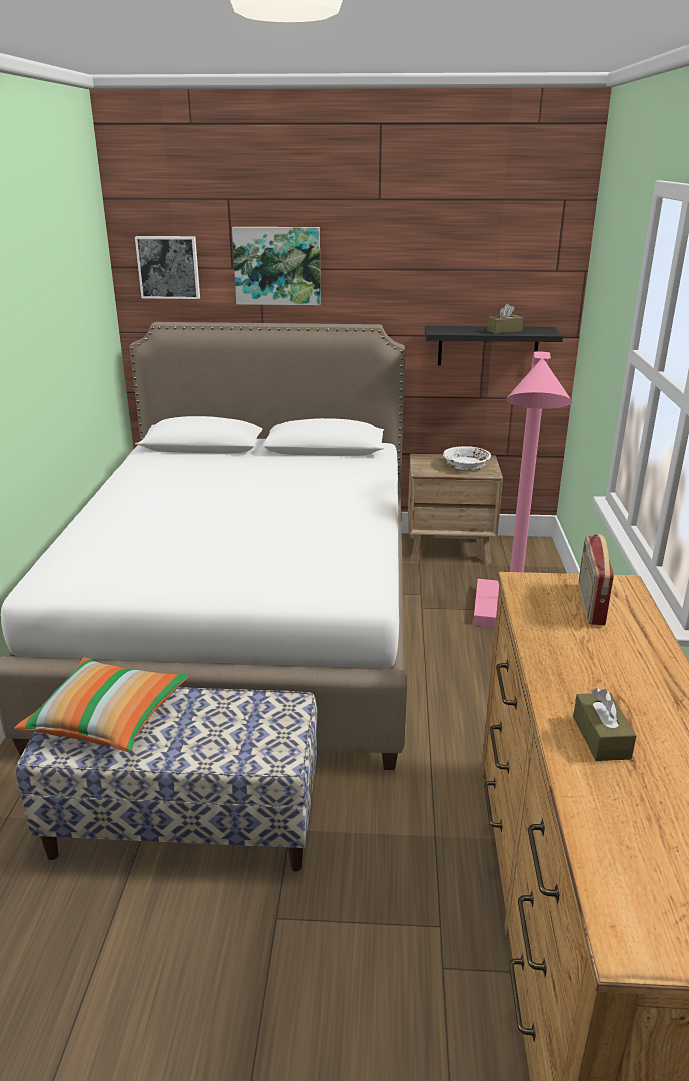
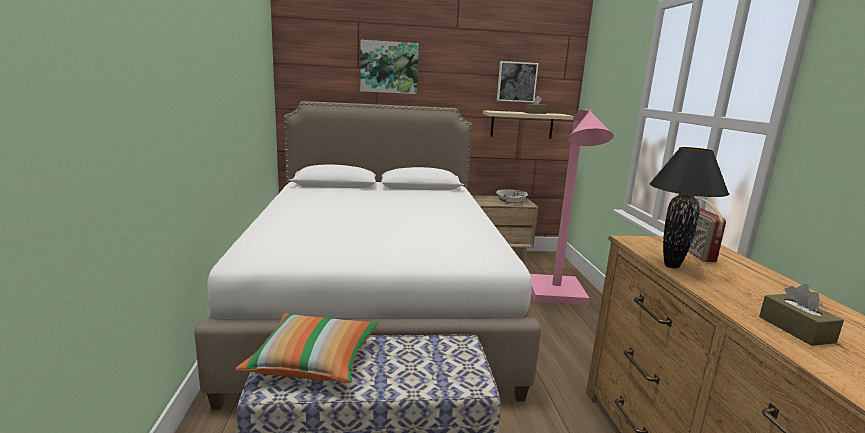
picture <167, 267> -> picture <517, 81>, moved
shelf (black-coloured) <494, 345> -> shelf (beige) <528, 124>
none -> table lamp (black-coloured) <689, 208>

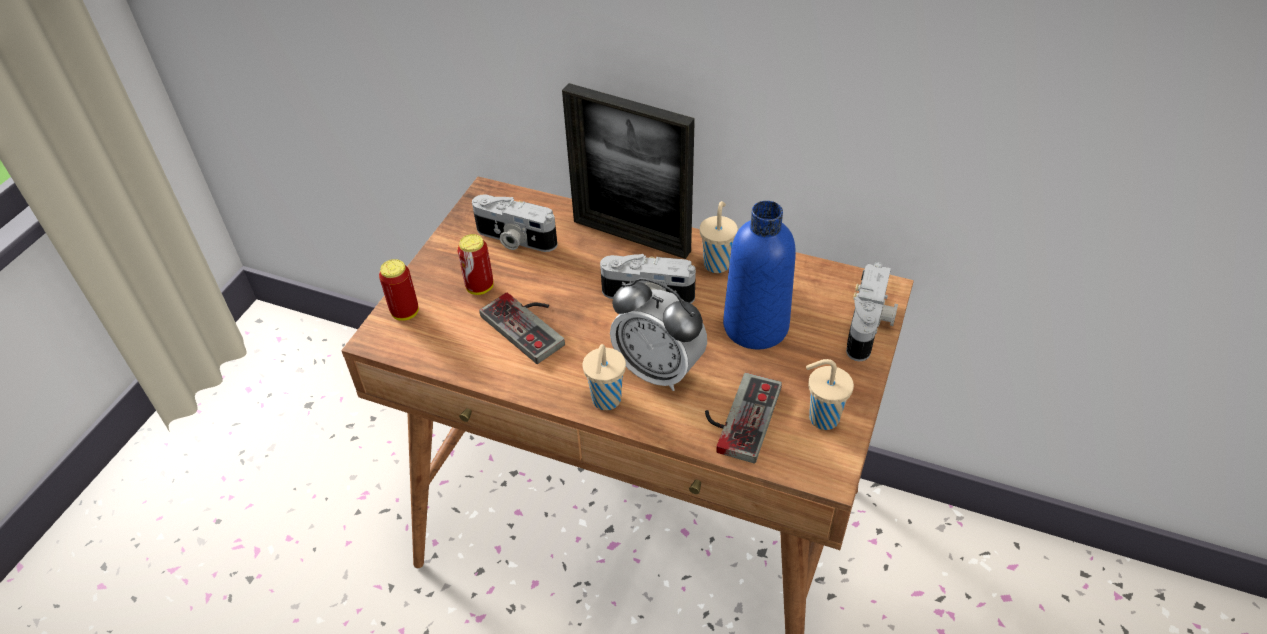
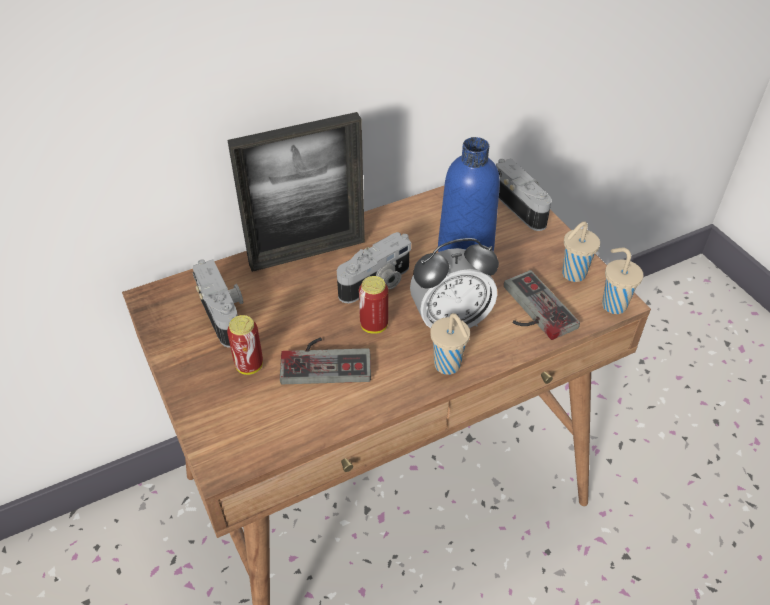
photo camera <514, 223> -> photo camera <217, 303>, 90 degrees counterclockwise
cup (beige) <719, 237> -> cup (beige) <622, 280>, moved
metal can <399, 290> -> metal can <373, 305>, moved

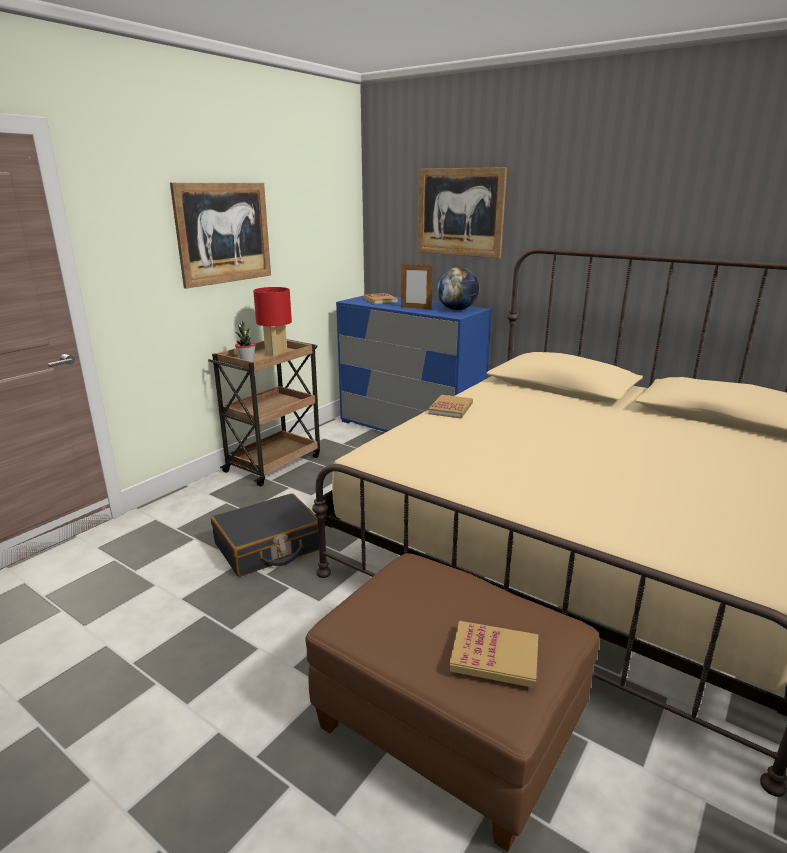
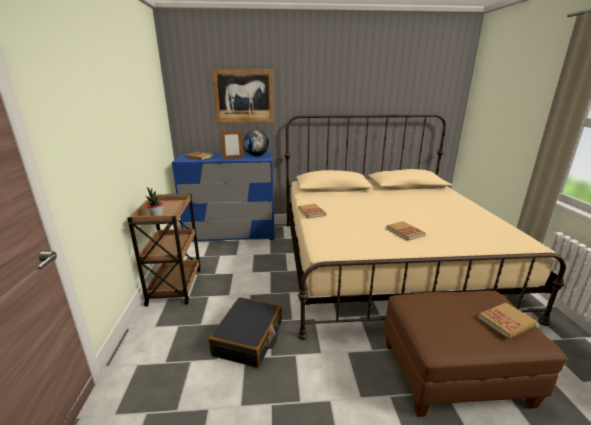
picture <220, 236> -> none
table lamp (red) <272, 321> -> none
none -> volume <405, 231>

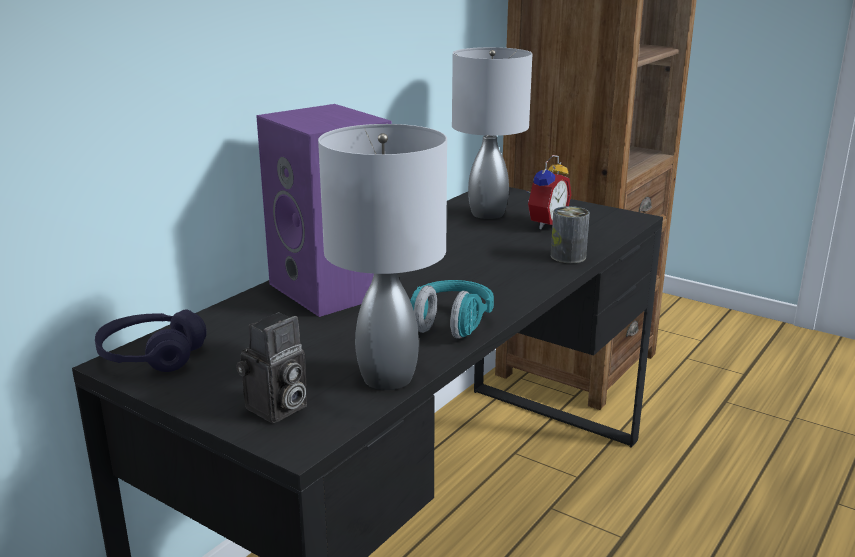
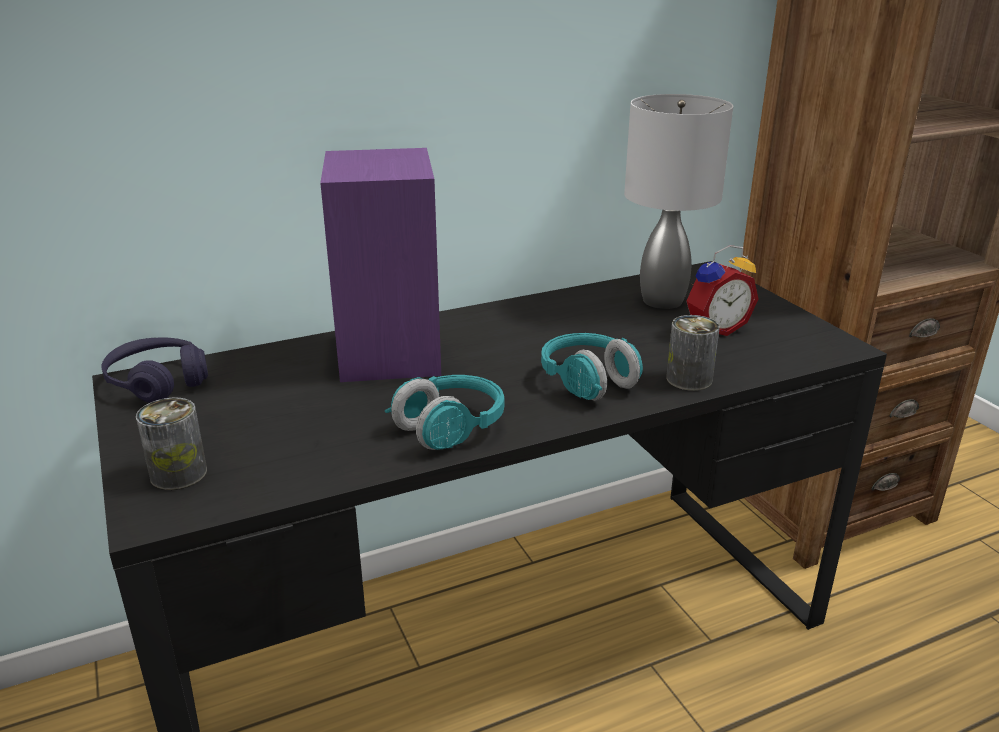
table lamp (greyish) <382, 257> -> none
photo camera <271, 367> -> metal can <171, 443>
none -> pair of headphones (turquoise) <592, 367>

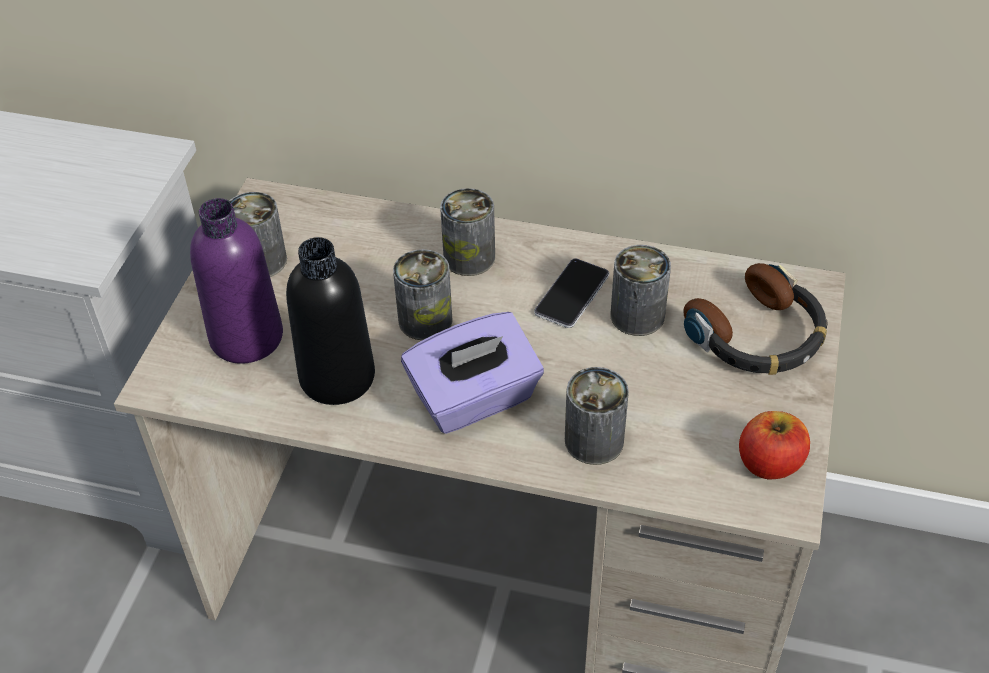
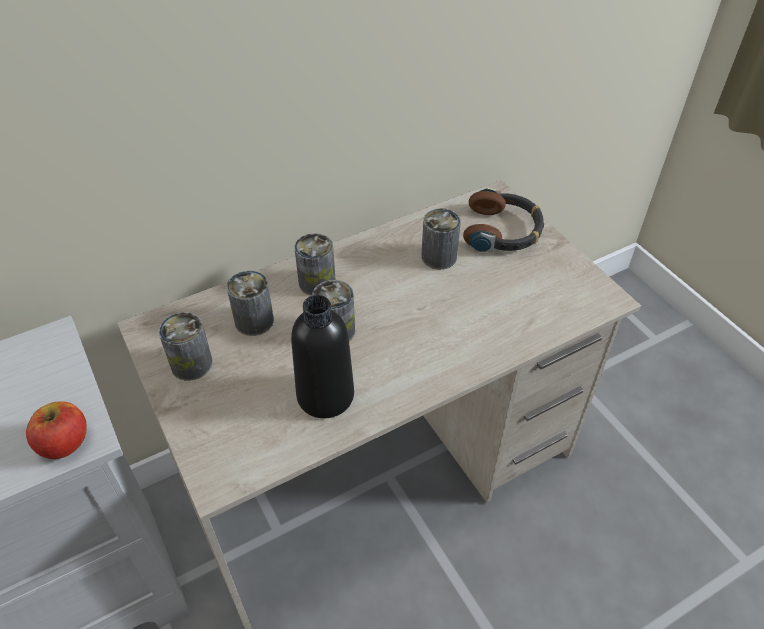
bottle (purple) <236, 281> -> none
handset <571, 293> -> none
tissue box (purple) <472, 373> -> none
metal can <597, 416> -> metal can <250, 303>, moved
whole apple <774, 445> -> whole apple <56, 430>, moved

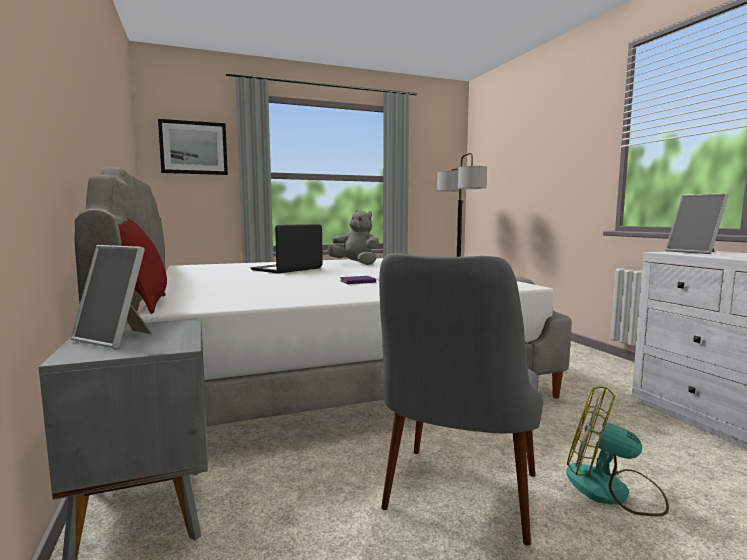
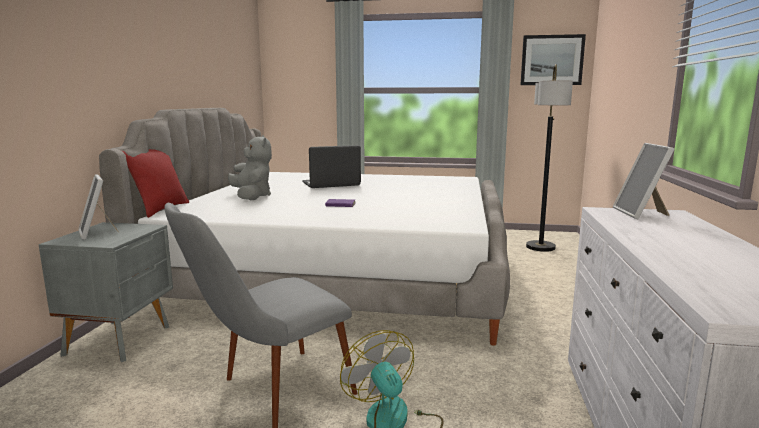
picture <193, 147> -> picture <553, 59>, moved
cuddly toy (greyish) <353, 237> -> cuddly toy (greyish) <250, 167>, moved

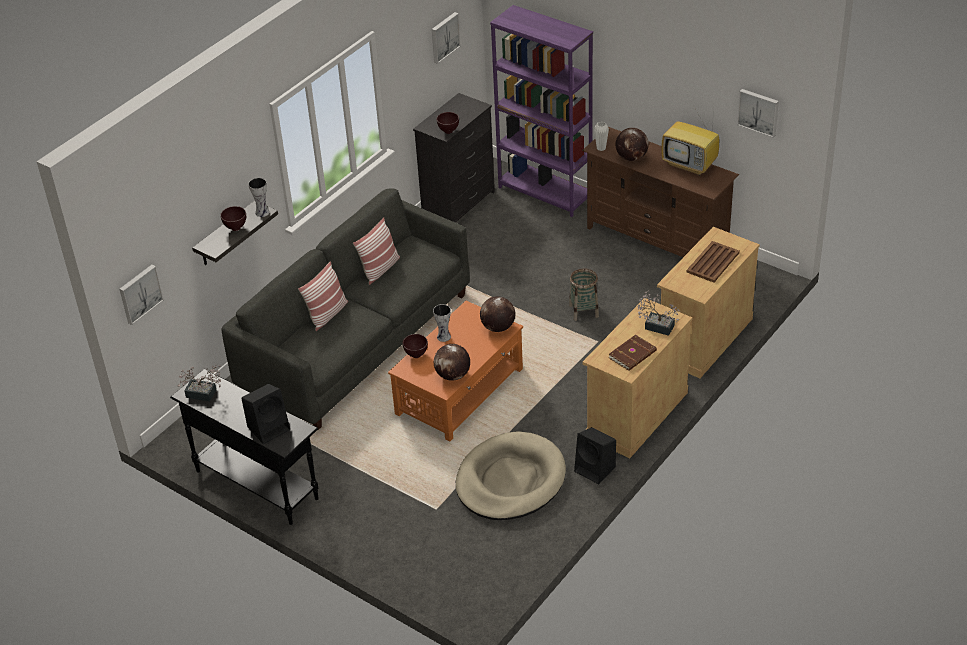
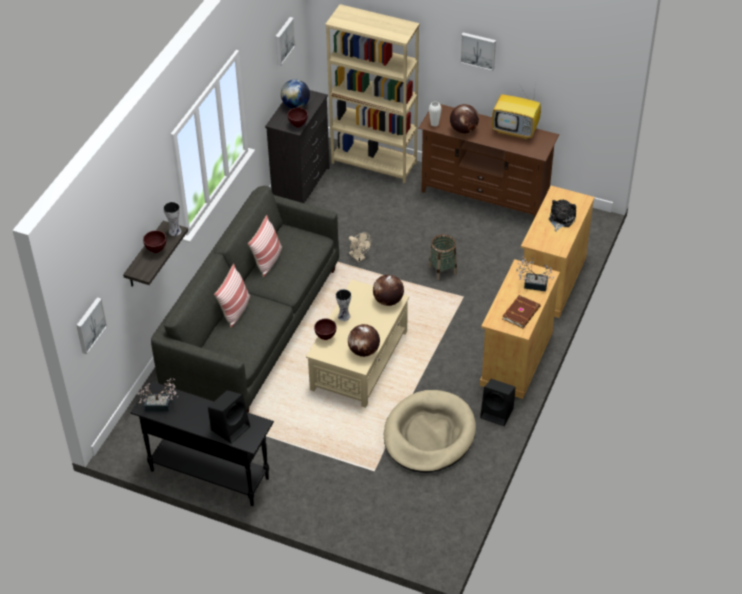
bookcase (purple) <541, 111> -> bookcase (beige) <372, 93>
picture <758, 113> -> picture <478, 51>, moved
carrying tray (brown) <713, 261> -> cuddly toy <562, 216>
lounge table (orangey) <455, 371> -> lounge table (beige) <357, 344>
none -> desk globe <295, 94>
none -> cooling fan (beige) <360, 247>

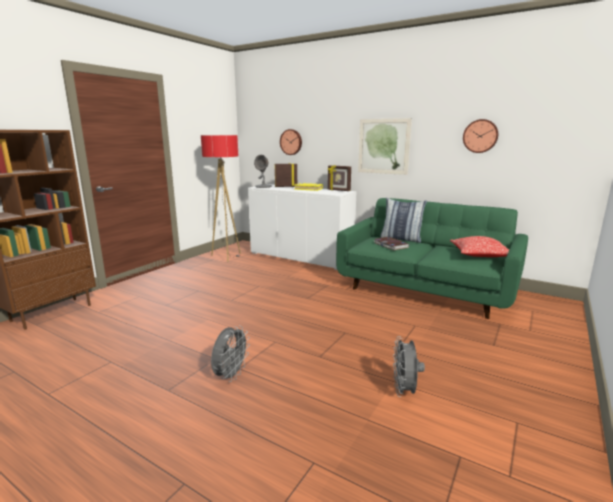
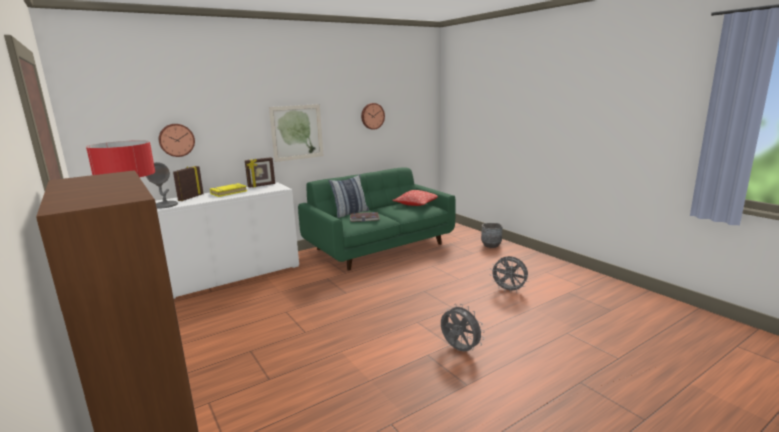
none -> flower pot (greyish) <491, 235>

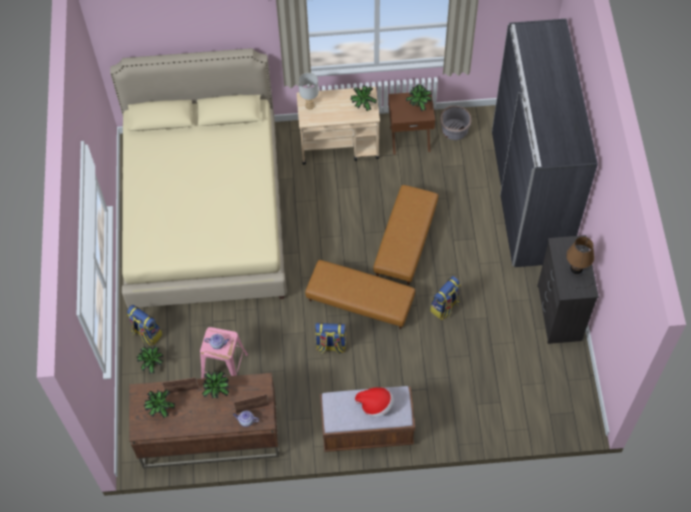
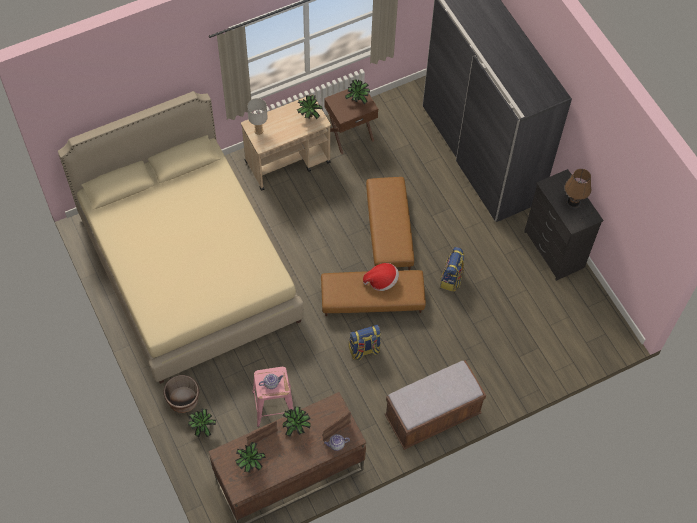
flower pot (greyish) <455, 123> -> none
rucksack <145, 325> -> flower pot (brown) <181, 394>
hat <374, 402> -> hat <381, 277>, moved

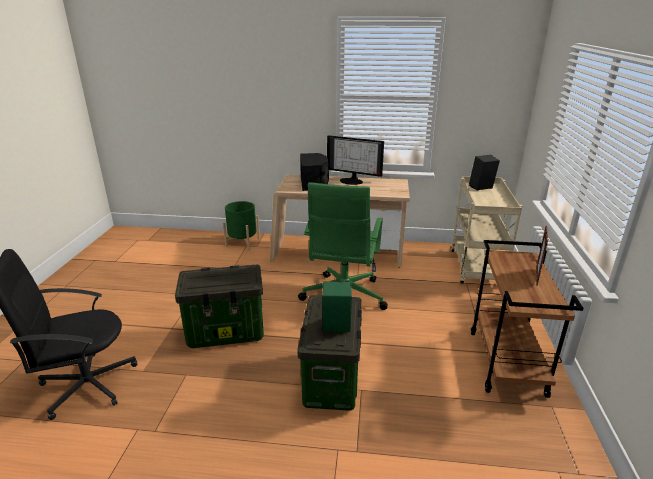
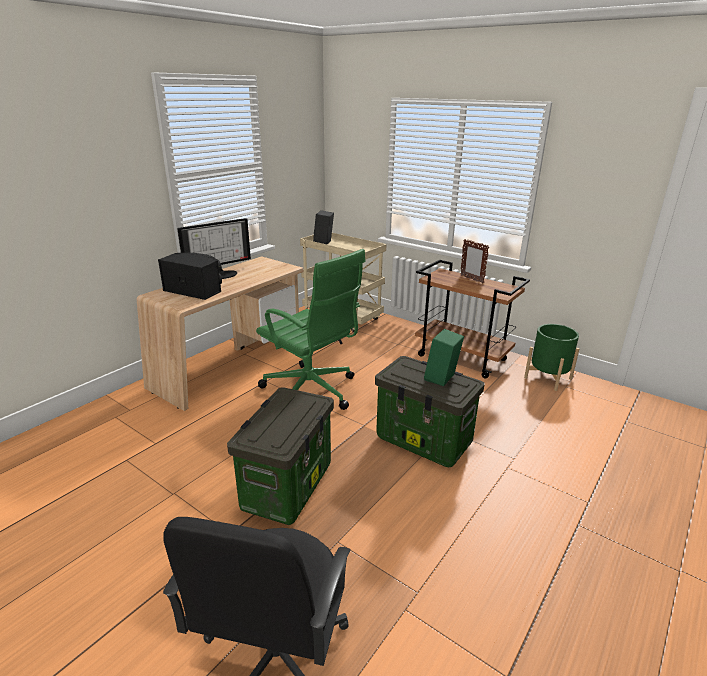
flower pot (green) <241, 225> -> flower pot (green) <551, 357>, moved

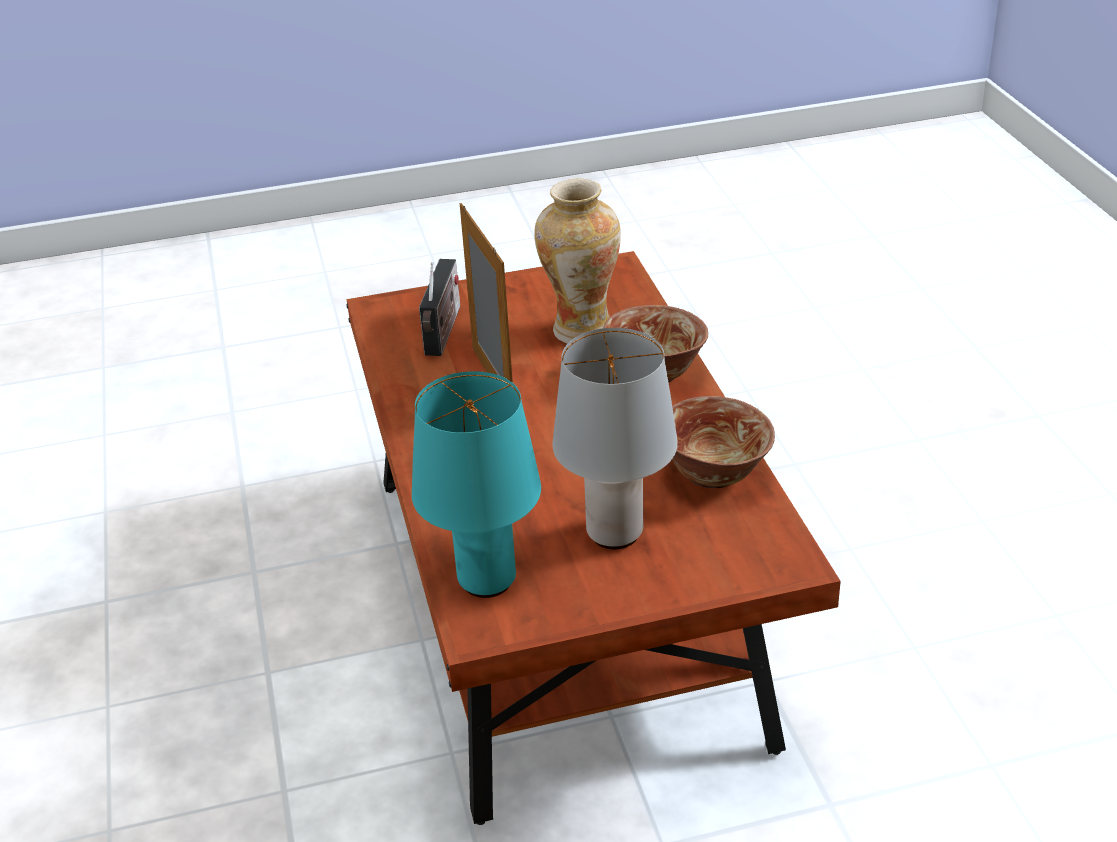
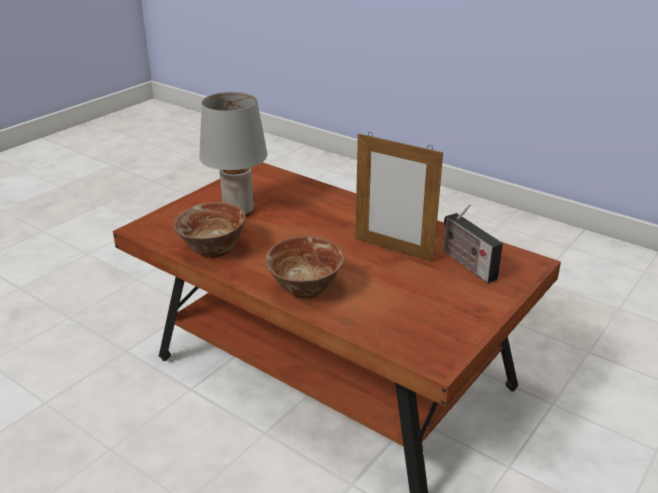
flower vase <577, 261> -> none
table lamp (turquoise) <476, 484> -> none

